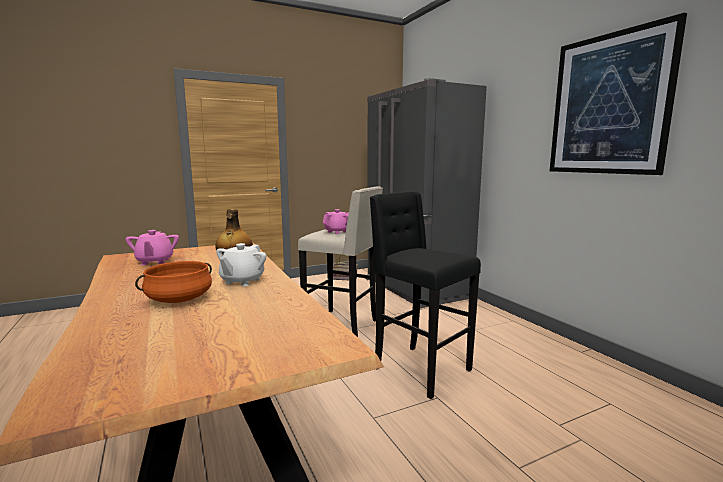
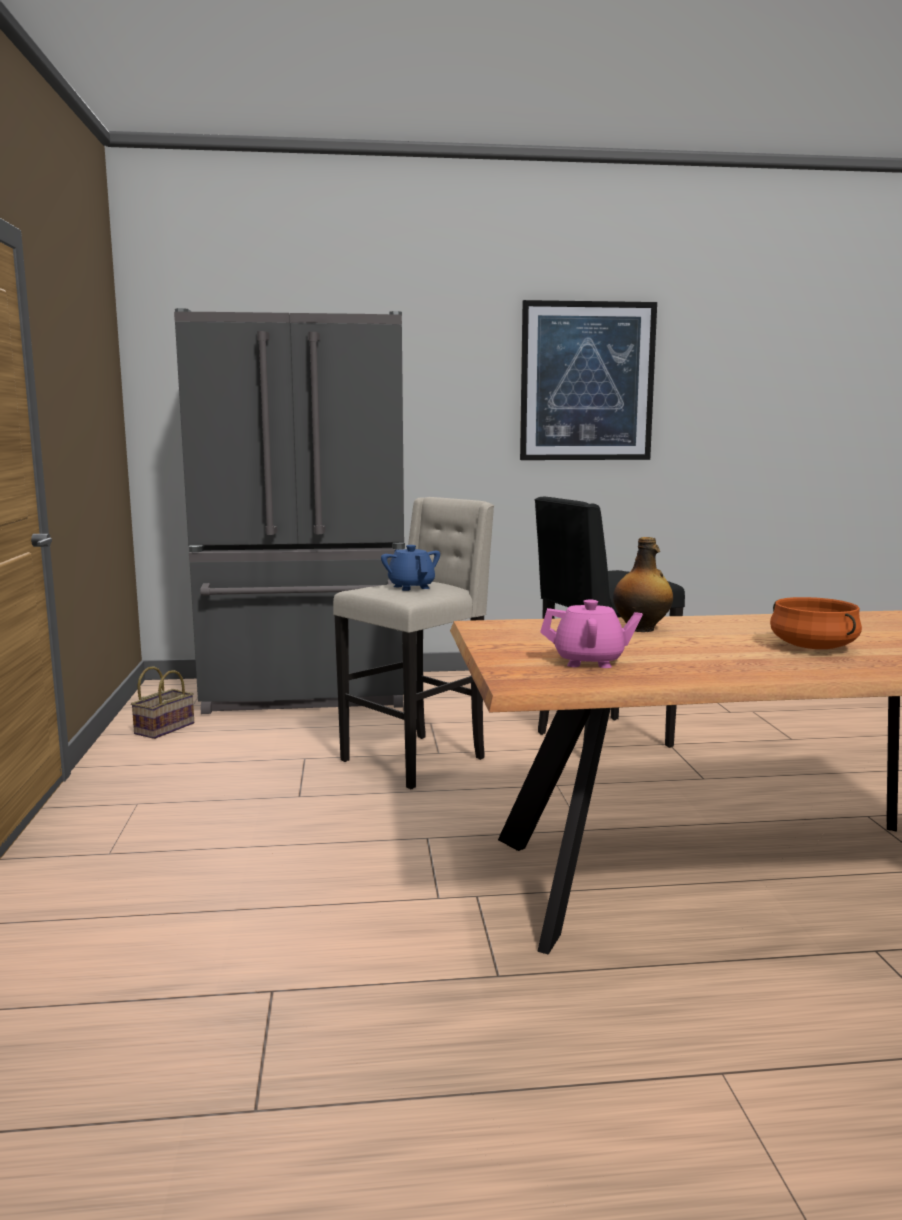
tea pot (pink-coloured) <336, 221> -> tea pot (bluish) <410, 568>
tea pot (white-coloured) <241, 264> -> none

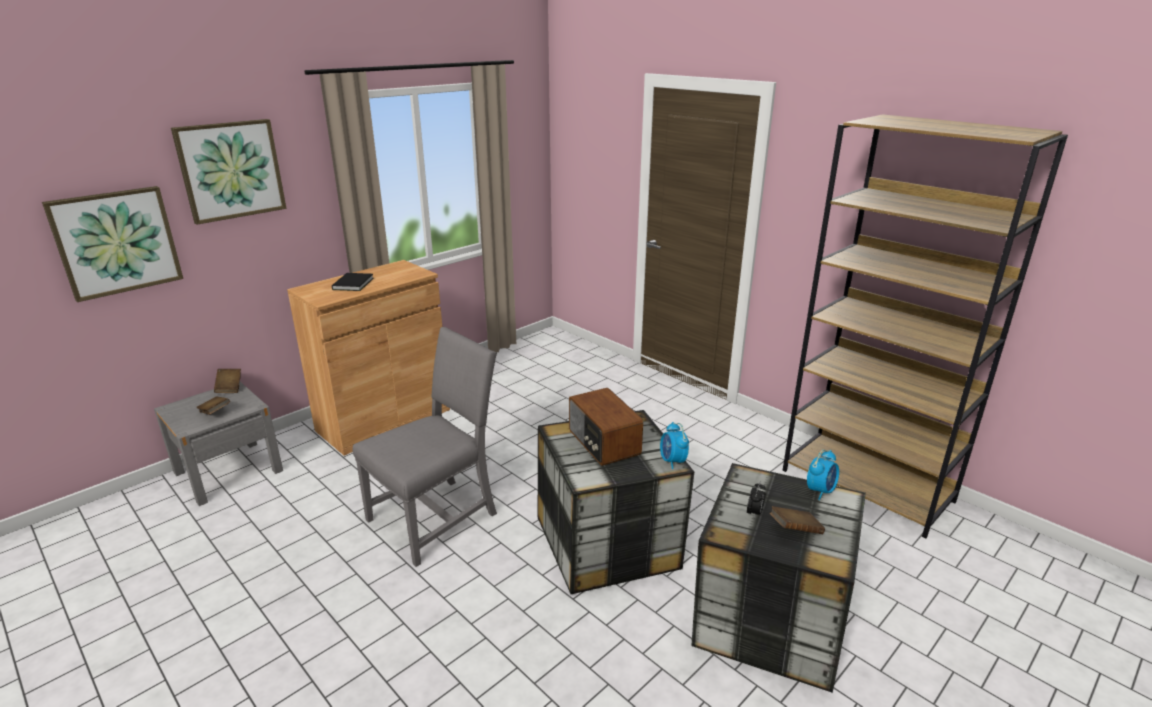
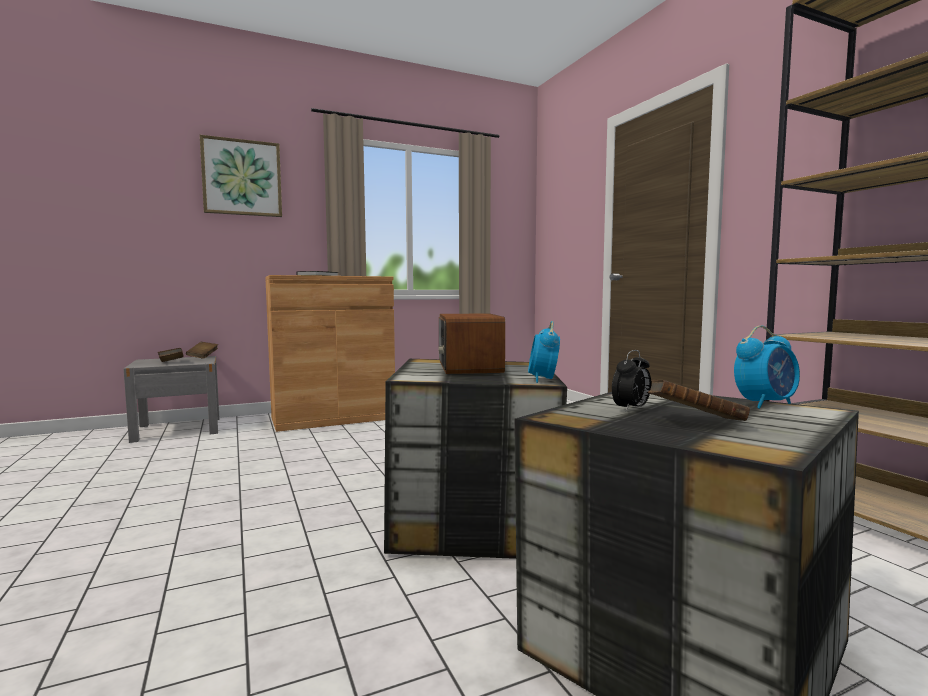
picture <112, 244> -> none
chair (greyish) <425, 447> -> none

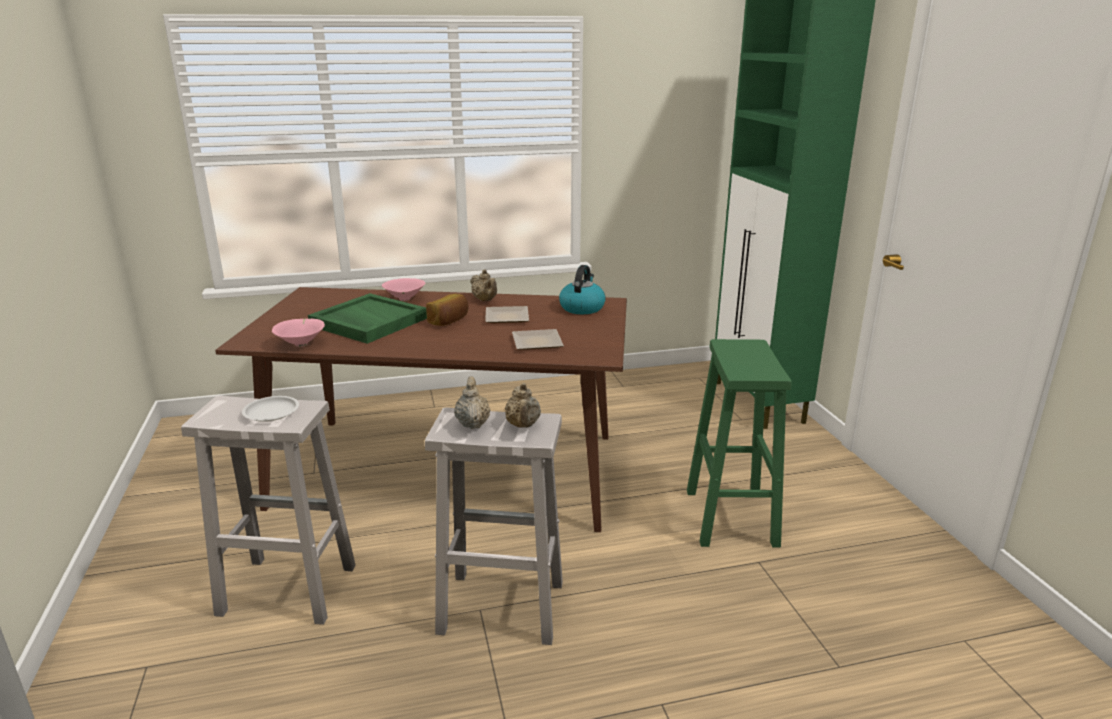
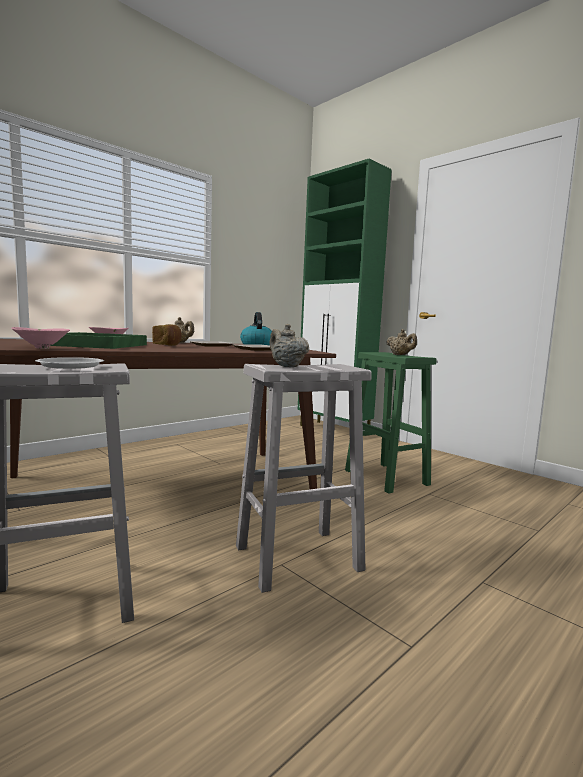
tea pot (beige) <523, 405> -> tea pot (beige) <401, 342>, moved

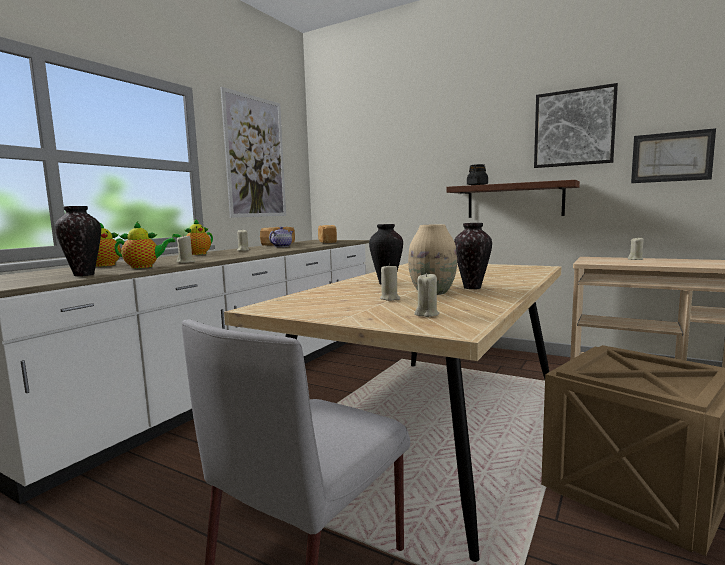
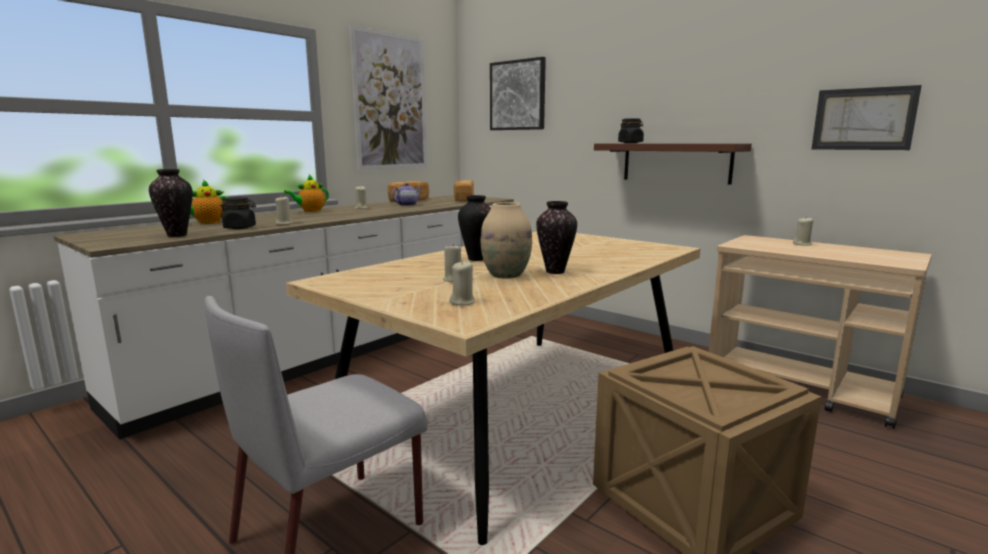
picture <576, 125> -> picture <518, 93>, moved
tea pot <144, 244> -> preserve jar (black-coloured) <238, 213>

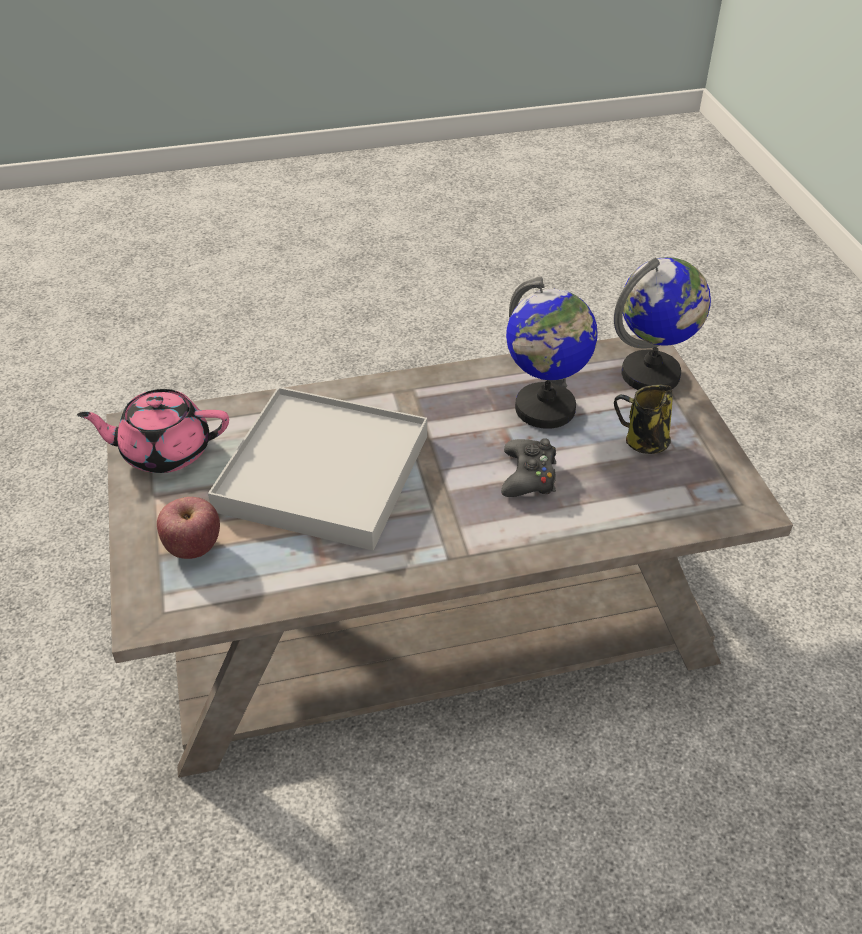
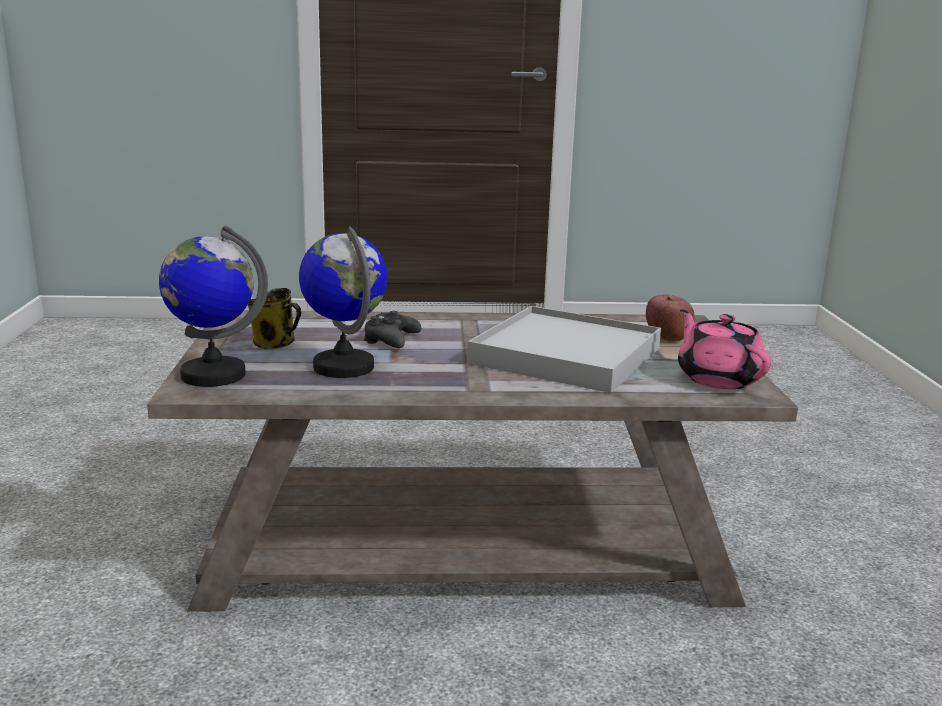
tea pot (pink-coloured) <153, 431> -> tea pot (pink-coloured) <724, 349>, 120 degrees counterclockwise

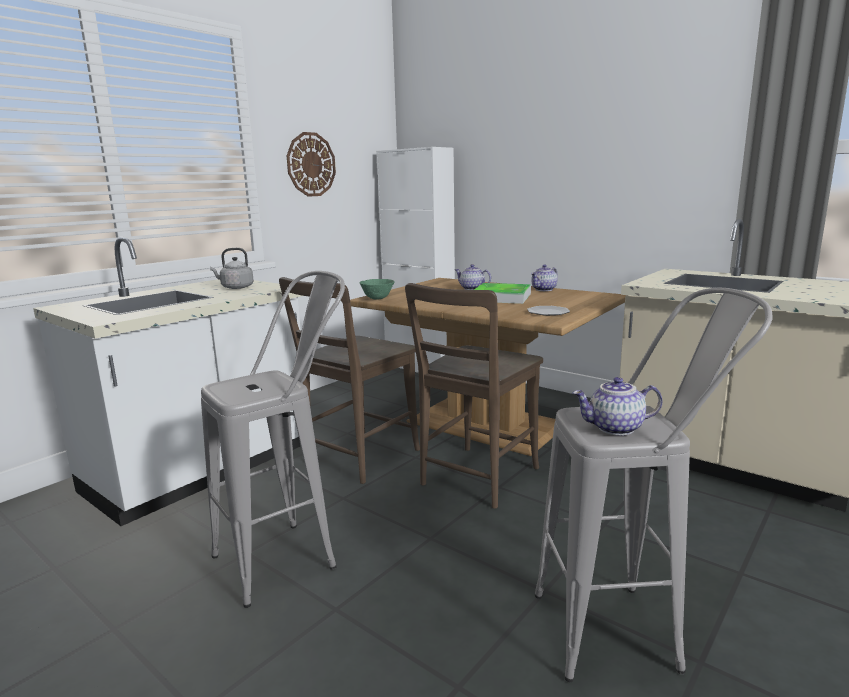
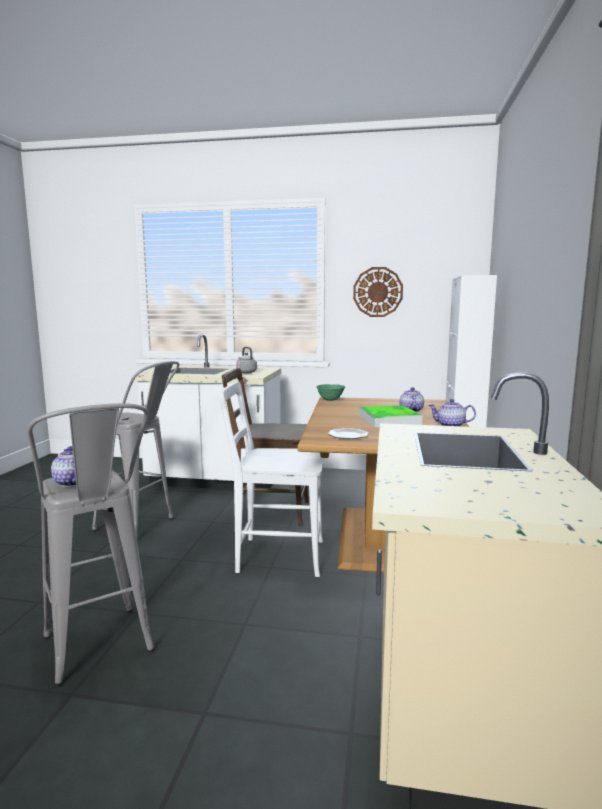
chair (brown) <474, 396> -> chair (white-coloured) <271, 479>

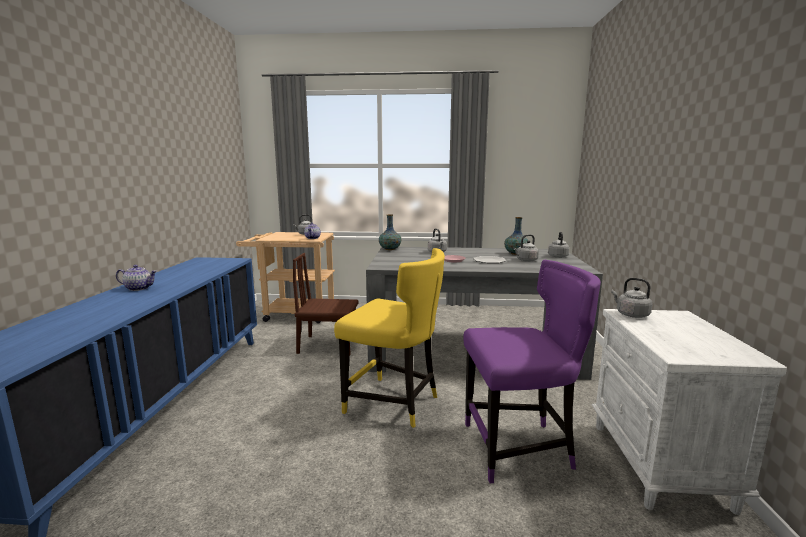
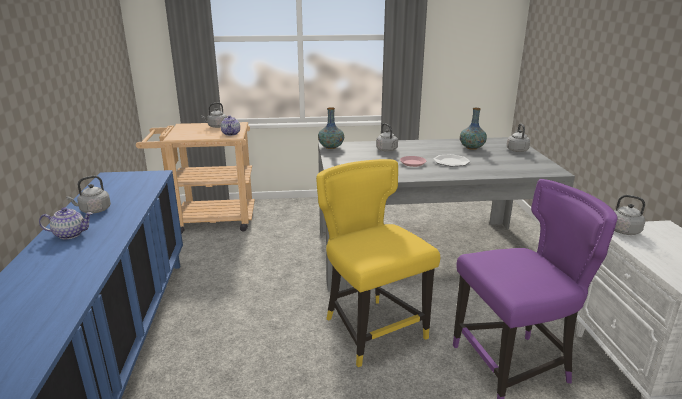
water kettle (greyish) <526, 248> -> water kettle (greyish) <88, 194>, moved
chair (yellow) <389, 338> -> chair (yellow) <378, 263>, 135 degrees counterclockwise
chair (brown) <326, 304> -> none

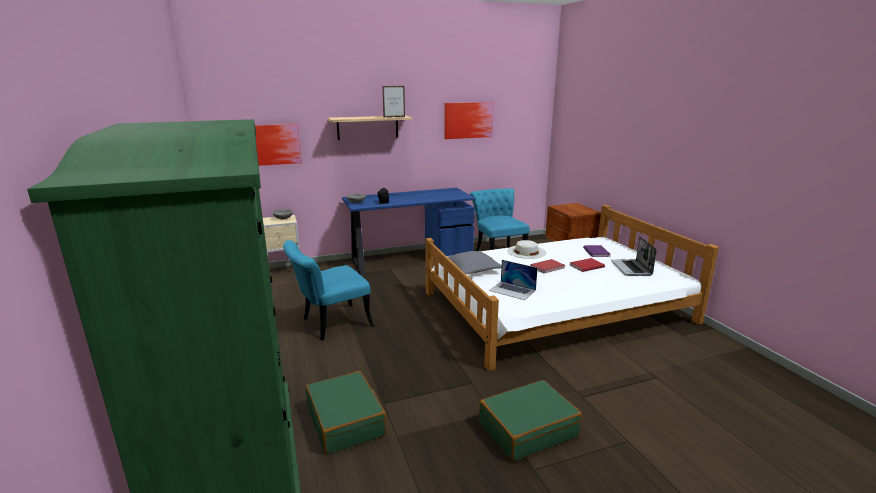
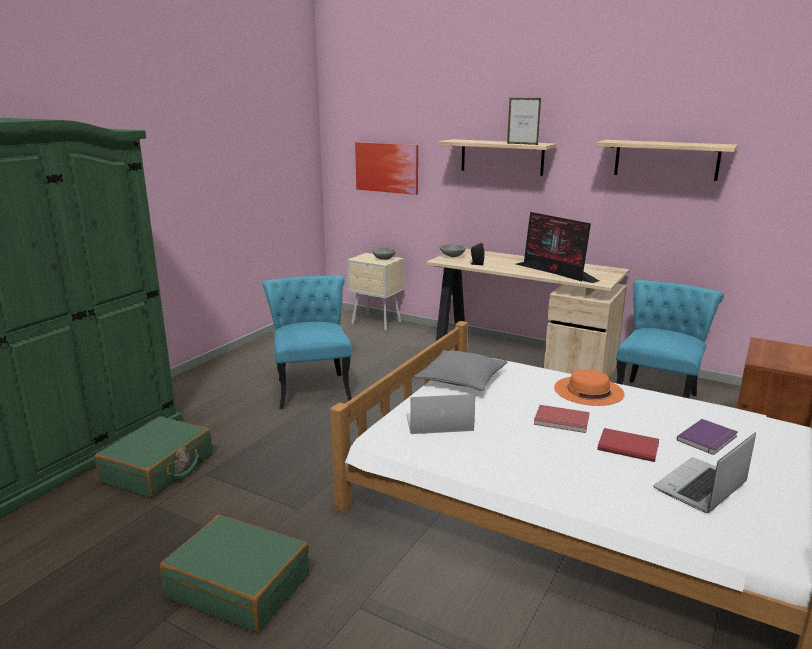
picture <468, 120> -> shelf <667, 160>
desk table (bluish) <408, 231> -> desk table (beige) <527, 313>
chair (turquoise) <328, 290> -> chair (turquoise) <307, 342>, 60 degrees clockwise
hat (white-coloured) <526, 249> -> hat (orangey) <589, 387>
notebook computer <513, 280> -> notebook computer <440, 414>, 90 degrees clockwise
none -> monitor <557, 247>

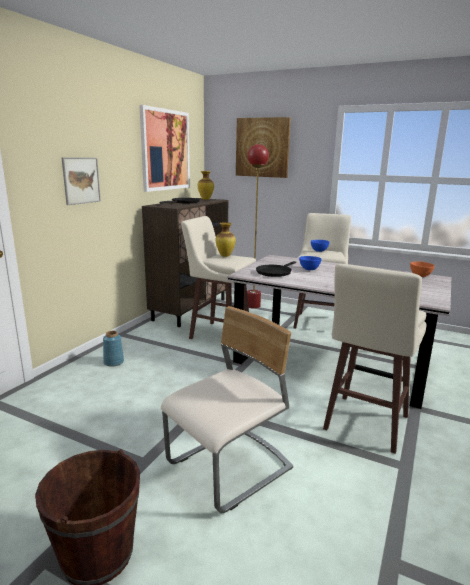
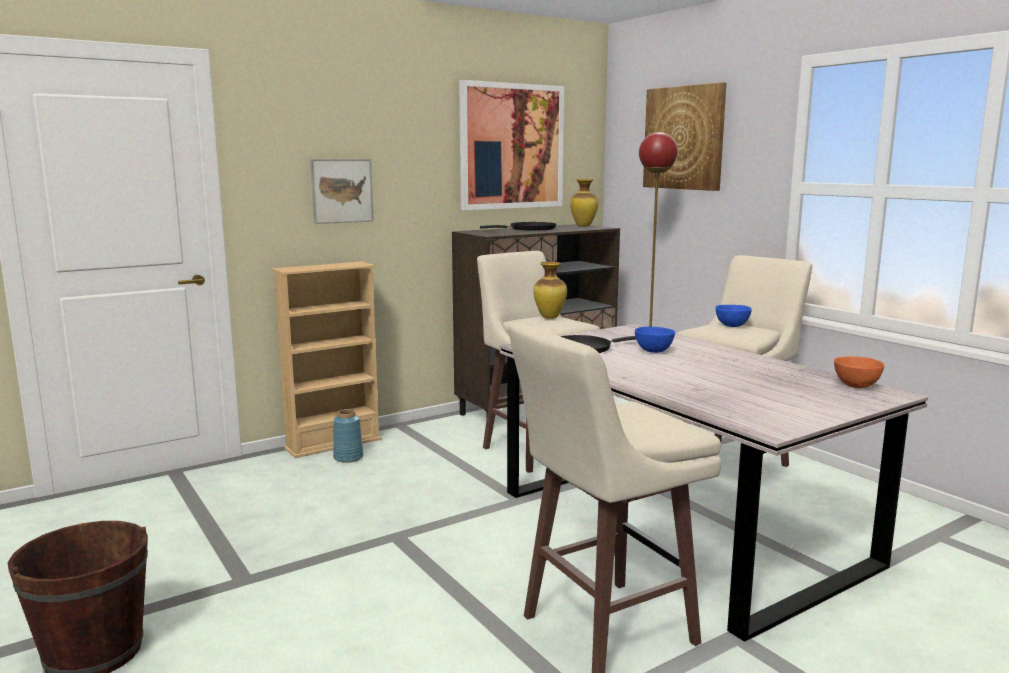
chair (beige) <227, 409> -> none
none -> bookcase (beige) <326, 359>

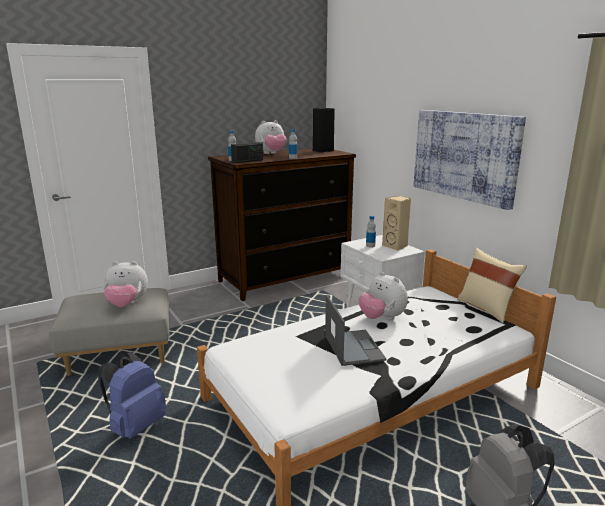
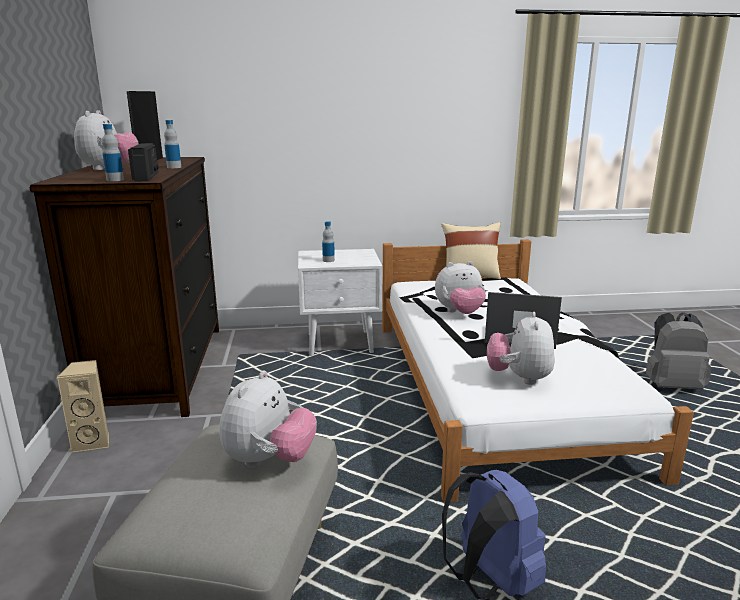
picture <469, 160> -> none
audio speaker (beige) <396, 223> -> audio speaker (beige) <83, 406>, moved
none -> cuddly toy <521, 348>

